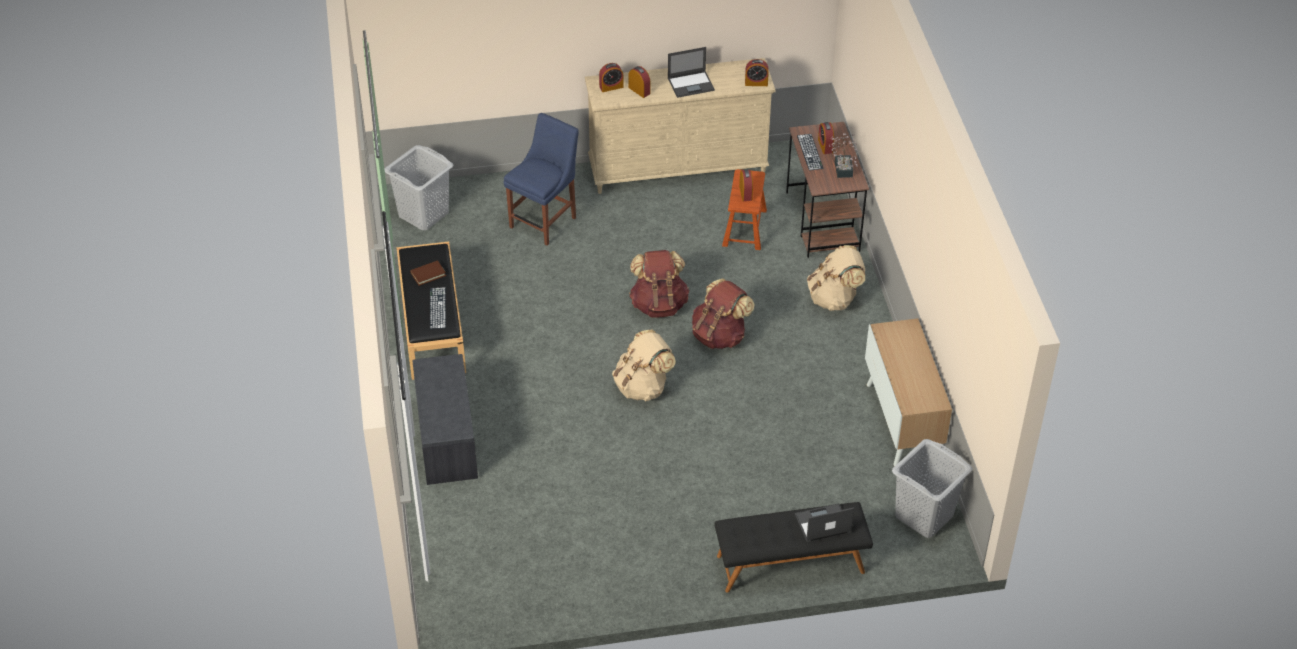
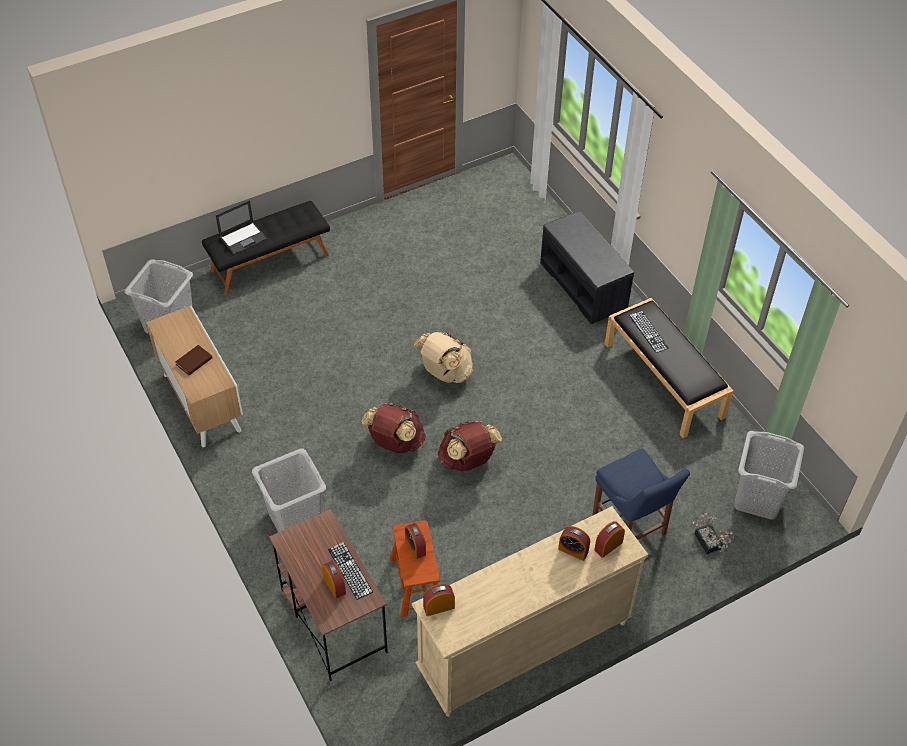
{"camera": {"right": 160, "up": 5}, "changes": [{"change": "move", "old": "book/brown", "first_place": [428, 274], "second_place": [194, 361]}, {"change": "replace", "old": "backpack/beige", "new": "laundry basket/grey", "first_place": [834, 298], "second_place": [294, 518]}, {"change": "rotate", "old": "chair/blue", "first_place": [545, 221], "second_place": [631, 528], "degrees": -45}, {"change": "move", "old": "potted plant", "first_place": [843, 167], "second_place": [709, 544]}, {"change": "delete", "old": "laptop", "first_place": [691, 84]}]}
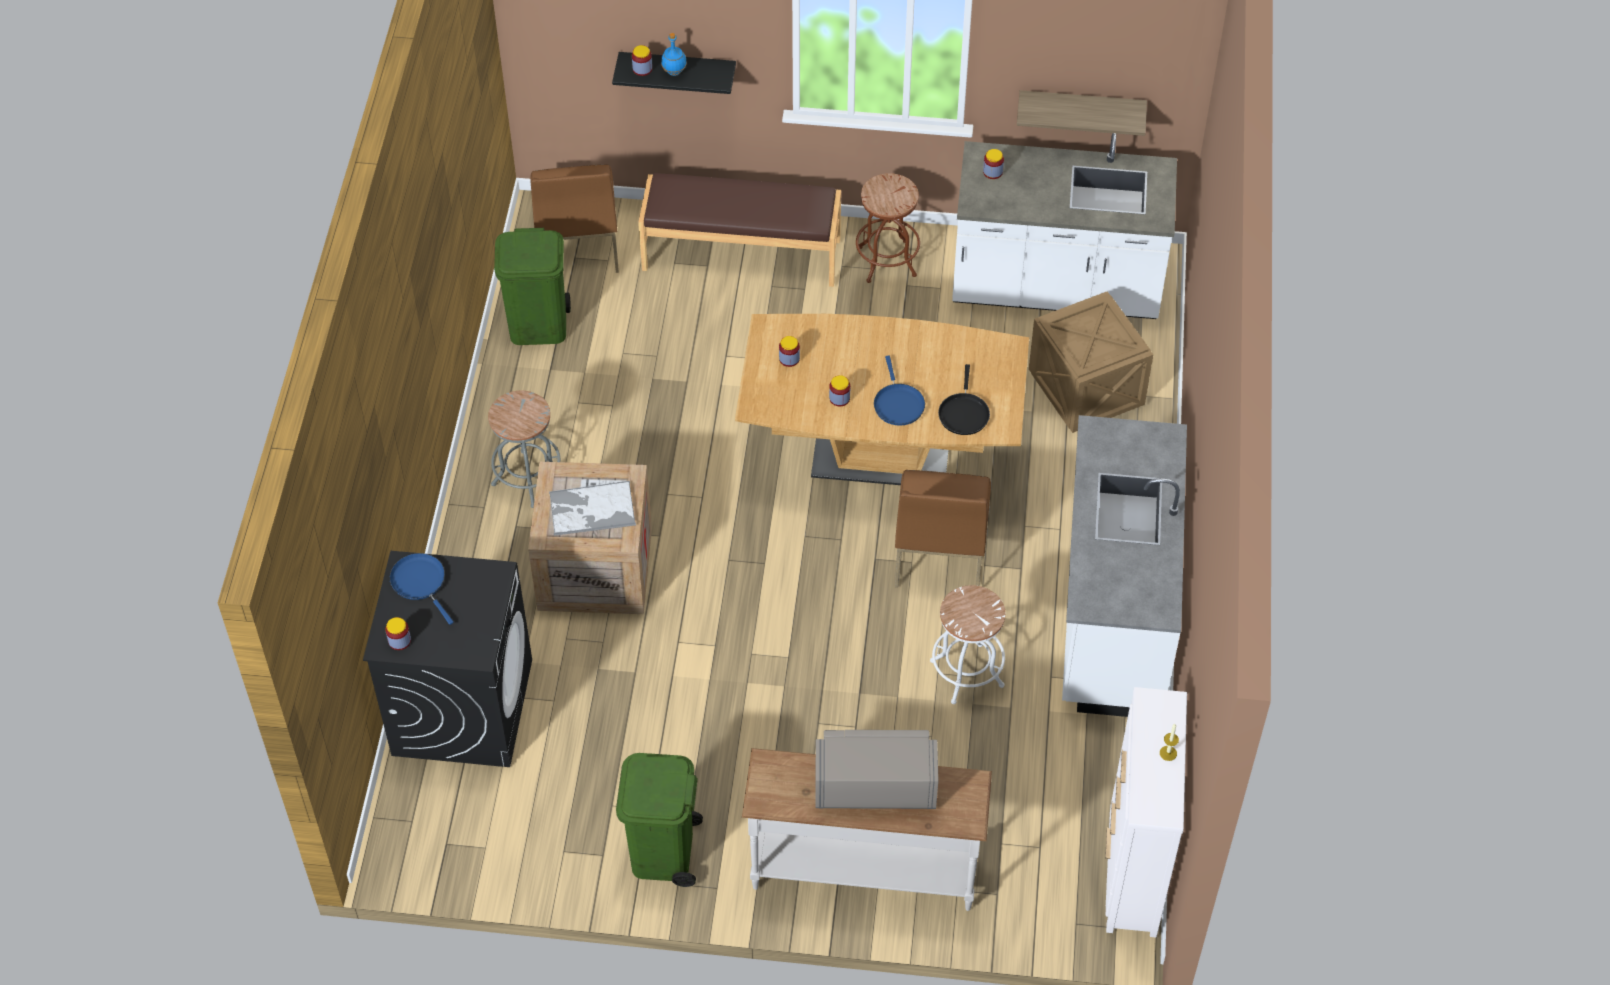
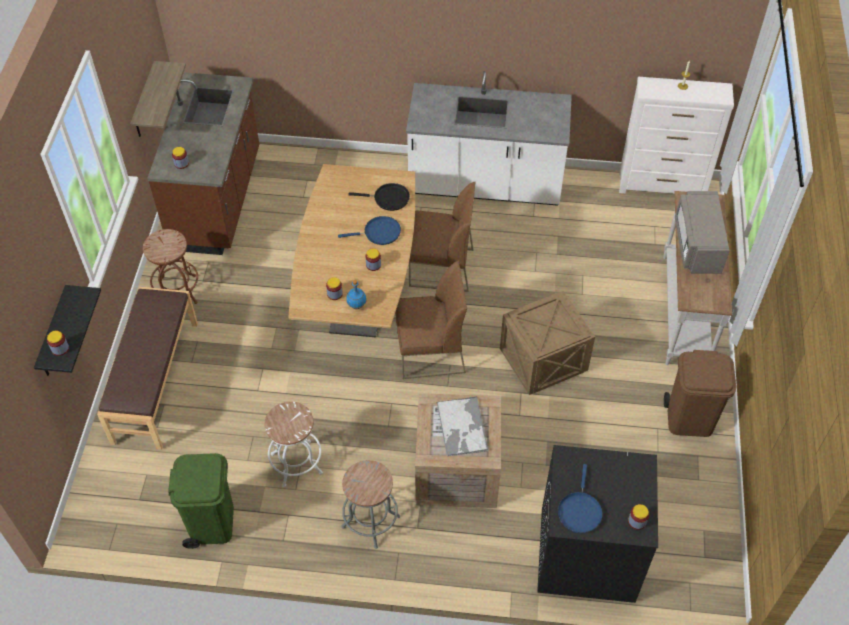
{"camera": {"right": -90, "up": 0}, "changes": [{"change": "recolor", "old": "counter/white", "new": "counter/brown", "first_place": [1055, 289], "second_place": [218, 200]}, {"change": "move", "old": "stool/white", "first_place": [967, 673], "second_place": [296, 463]}, {"change": "move", "old": "bottle/blue", "first_place": [674, 71], "second_place": [356, 305]}, {"change": "move", "old": "chair/brown", "first_place": [577, 244], "second_place": [429, 352]}, {"change": "move", "old": "crate", "first_place": [1087, 389], "second_place": [544, 360]}, {"change": "rotate", "old": "frying pan/blue", "first_place": [420, 582], "second_place": [579, 510], "degrees": -45}, {"change": "recolor", "old": "trash can/green", "new": "trash can/brown", "first_place": [663, 853], "second_place": [690, 419]}]}
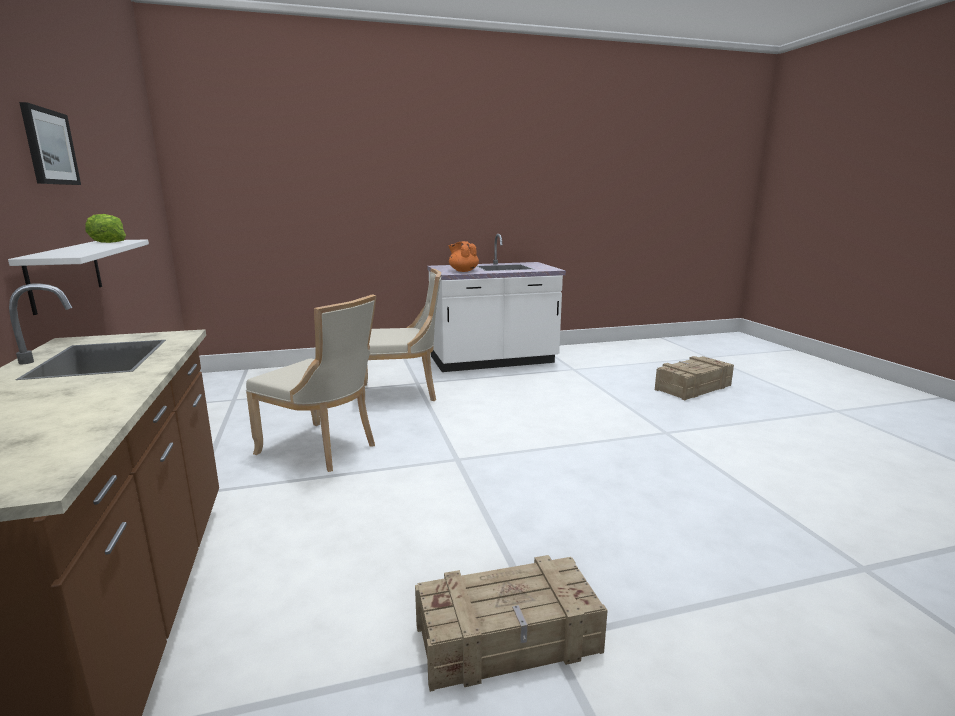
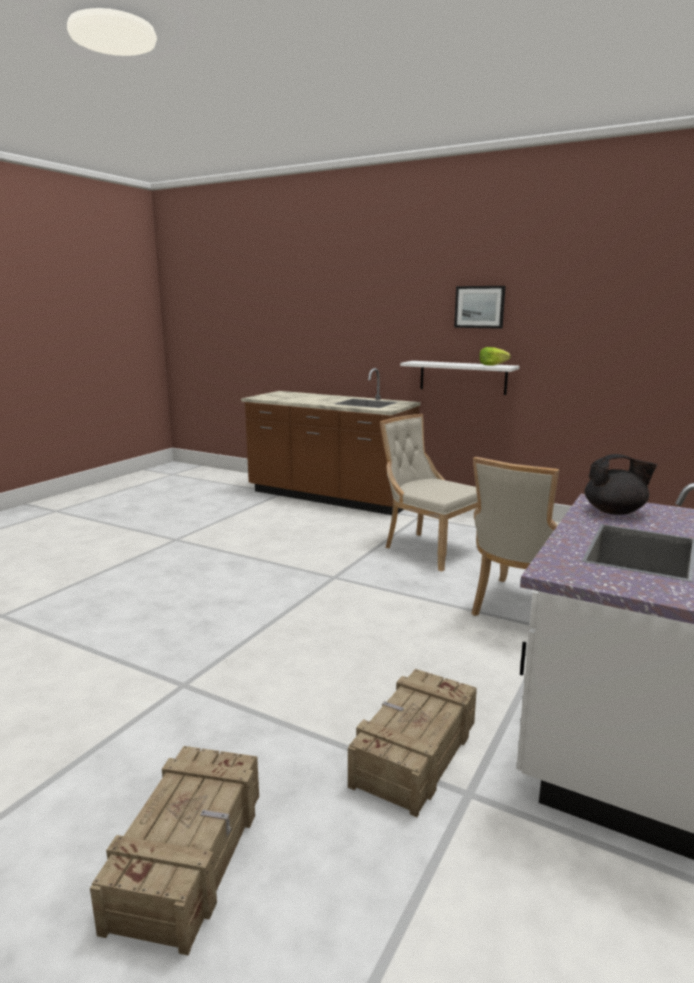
{"camera": {"right": 135, "up": 0}, "changes": [{"change": "move", "old": "crate", "first_place": [509, 639], "second_place": [414, 753]}, {"change": "rotate", "old": "chair/beige", "first_place": [322, 449], "second_place": [428, 549], "degrees": 60}, {"change": "recolor", "old": "teapot/orange", "new": "teapot/black", "first_place": [463, 271], "second_place": [615, 512]}]}
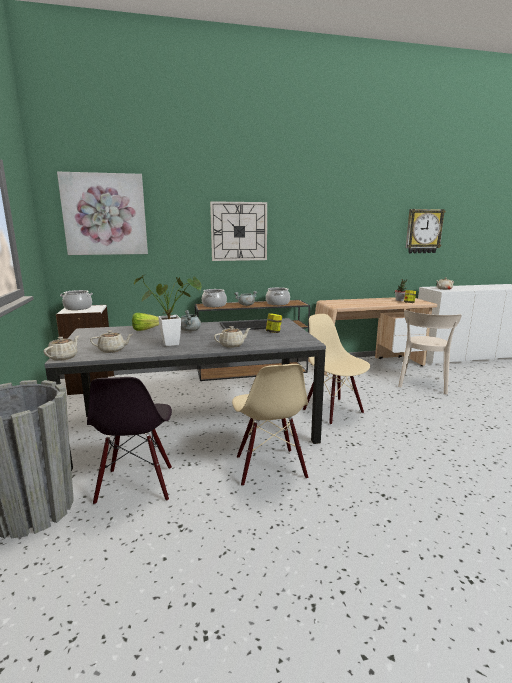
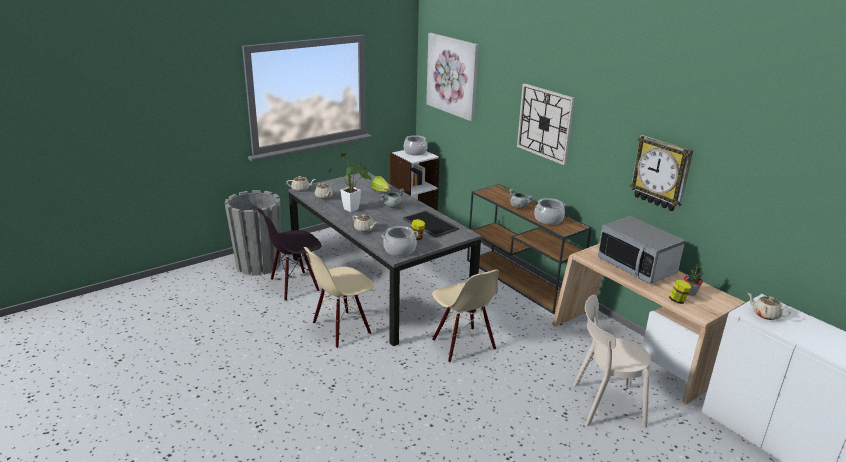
{"camera": {"right": 65, "up": 10}, "changes": [{"change": "move", "old": "cooking pot", "first_place": [214, 305], "second_place": [399, 250]}, {"change": "rotate", "old": "chair/beige", "first_place": [333, 411], "second_place": [463, 345], "degrees": 120}, {"change": "insert", "new": "microwave", "second_place": [636, 266]}, {"change": "move", "old": "wall clock", "first_place": [423, 231], "second_place": [661, 173]}]}
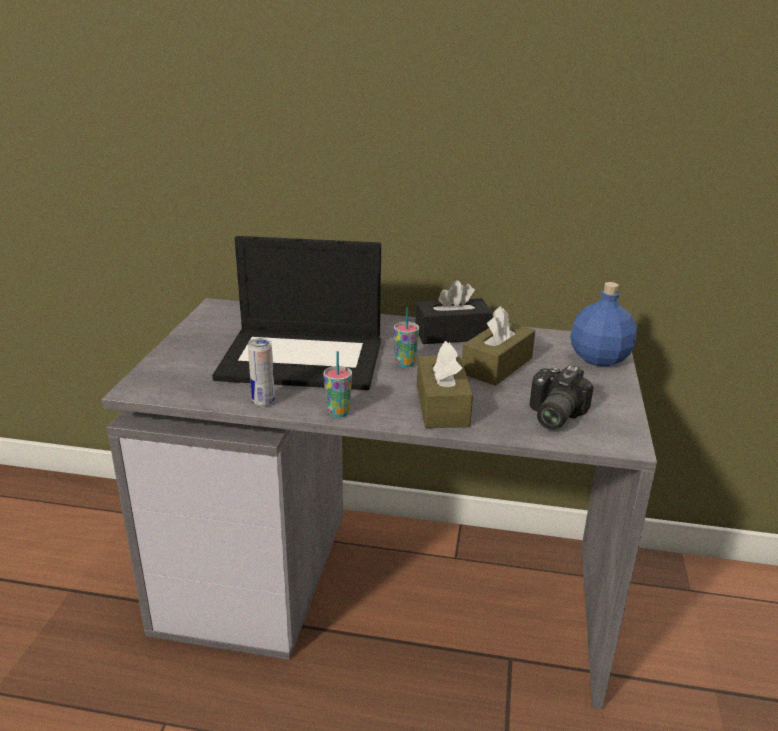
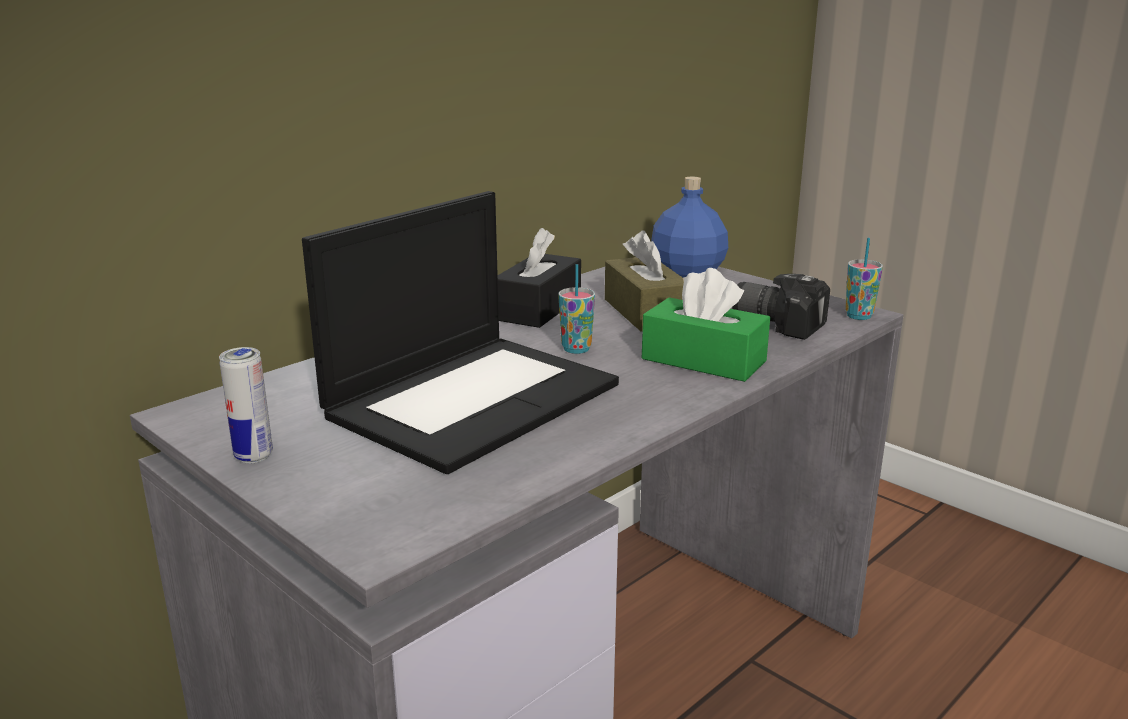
{"camera": {"right": -55, "up": -5}, "changes": [{"change": "move", "old": "can", "first_place": [263, 402], "second_place": [253, 456]}, {"change": "recolor", "old": "tissue box/brown", "new": "tissue box/green", "first_place": [442, 406], "second_place": [703, 360]}, {"change": "rotate", "old": "photo camera", "first_place": [551, 415], "second_place": [779, 322], "degrees": 150}, {"change": "move", "old": "cup", "first_place": [338, 412], "second_place": [858, 316]}]}
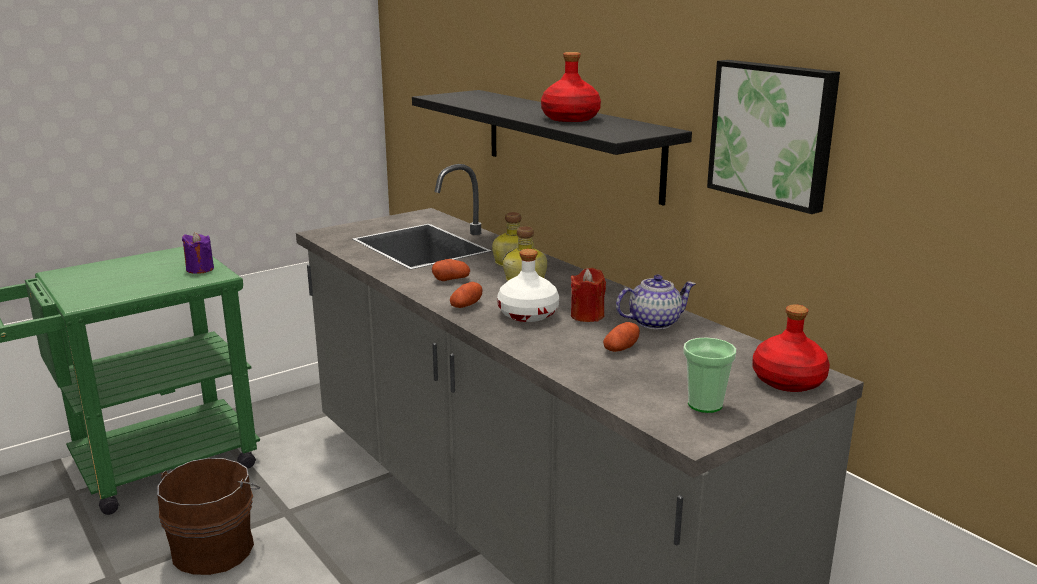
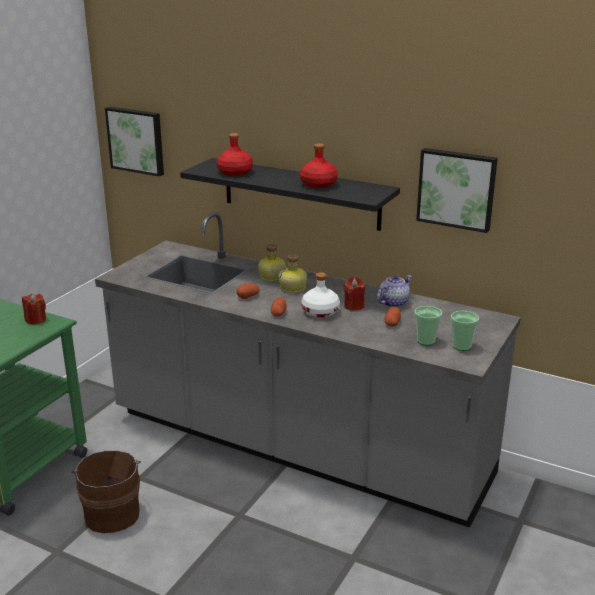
{"camera": {"right": -25, "up": 5}, "changes": [{"change": "recolor", "old": "candle/purple", "new": "candle/red", "first_place": [200, 269], "second_place": [35, 320]}, {"change": "insert", "new": "picture", "second_place": [136, 140]}, {"change": "move", "old": "bottle/red", "first_place": [789, 381], "second_place": [235, 172]}, {"change": "insert", "new": "cup", "second_place": [426, 341]}]}
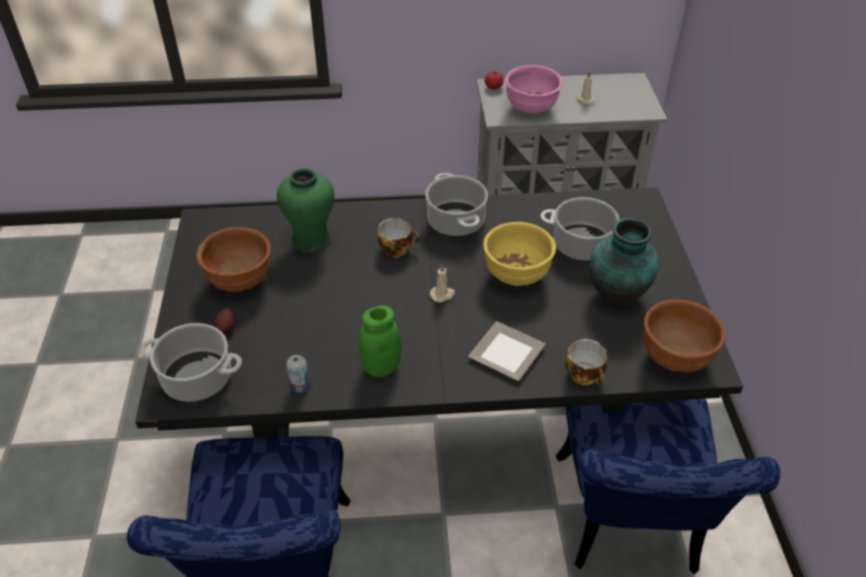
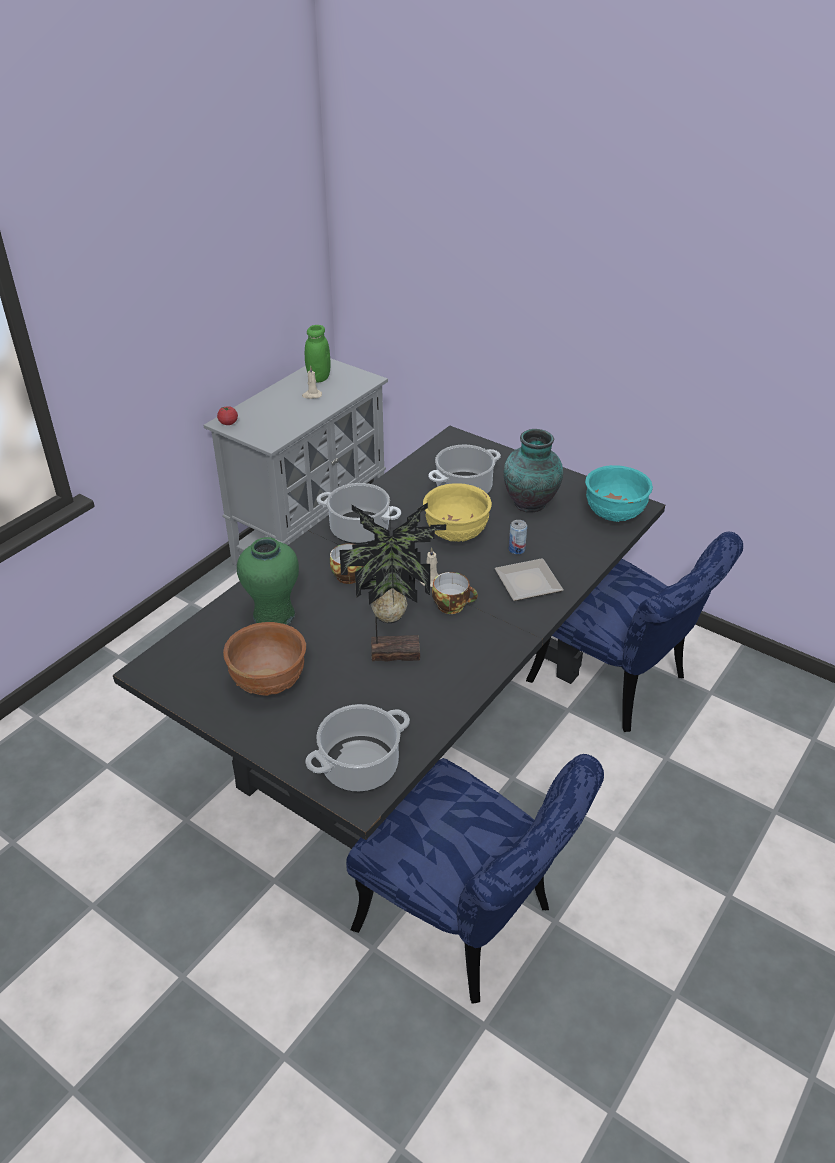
{"camera": {"right": -50, "up": -5}, "changes": [{"change": "move", "old": "jar/green", "first_place": [381, 367], "second_place": [318, 378]}, {"change": "insert", "new": "potted plant", "second_place": [394, 650]}, {"change": "move", "old": "cup", "first_place": [585, 375], "second_place": [452, 605]}, {"change": "move", "old": "can", "first_place": [300, 385], "second_place": [516, 549]}, {"change": "recolor", "old": "bowl/brown", "new": "bowl/turquoise", "first_place": [675, 357], "second_place": [614, 514]}, {"change": "delete", "old": "potato", "first_place": [226, 328]}, {"change": "delete", "old": "bowl/pink", "first_place": [531, 109]}]}
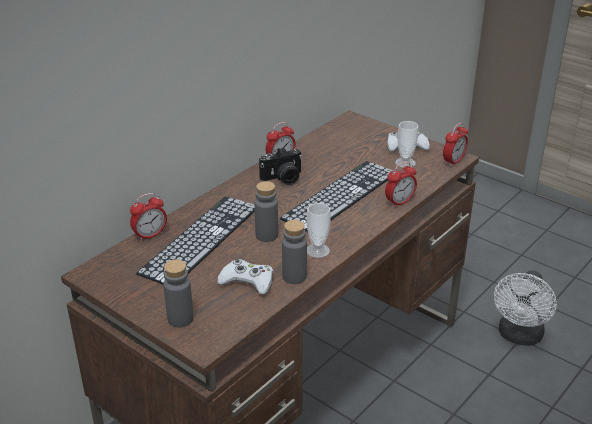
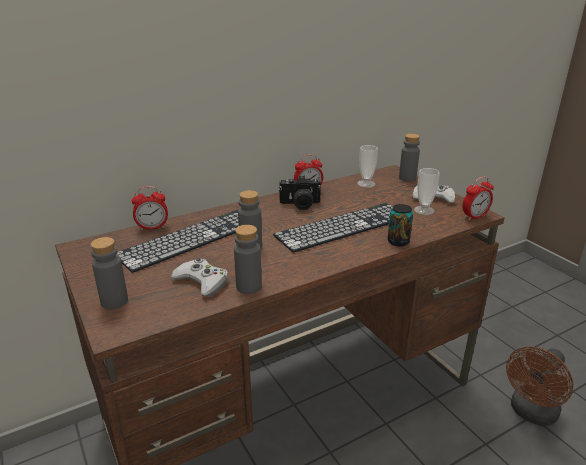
{"camera": {"right": 20, "up": -5}, "changes": [{"change": "move", "old": "cup", "first_place": [317, 250], "second_place": [366, 184]}, {"change": "replace", "old": "alarm clock", "new": "can", "first_place": [399, 202], "second_place": [398, 241]}, {"change": "insert", "new": "bottle/grey", "second_place": [407, 178]}, {"change": "recolor", "old": "fan/white", "new": "fan/brown", "first_place": [519, 336], "second_place": [531, 413]}]}
